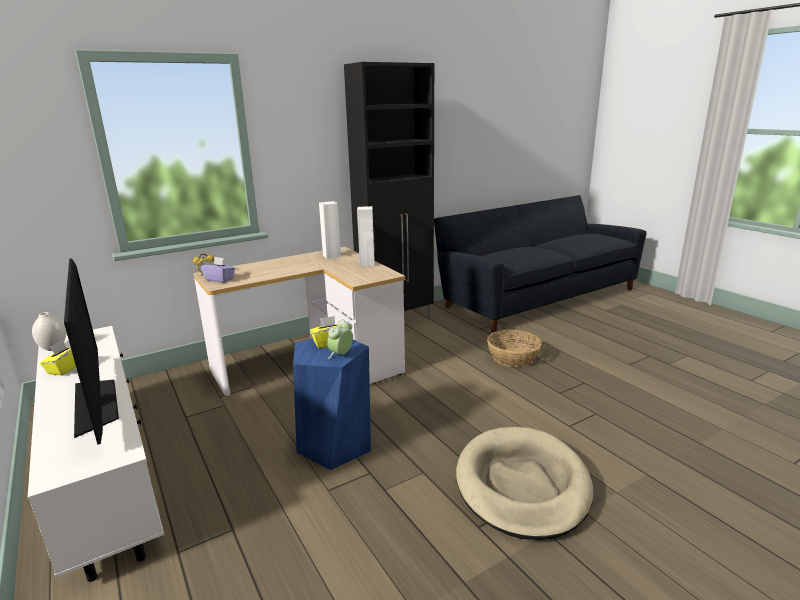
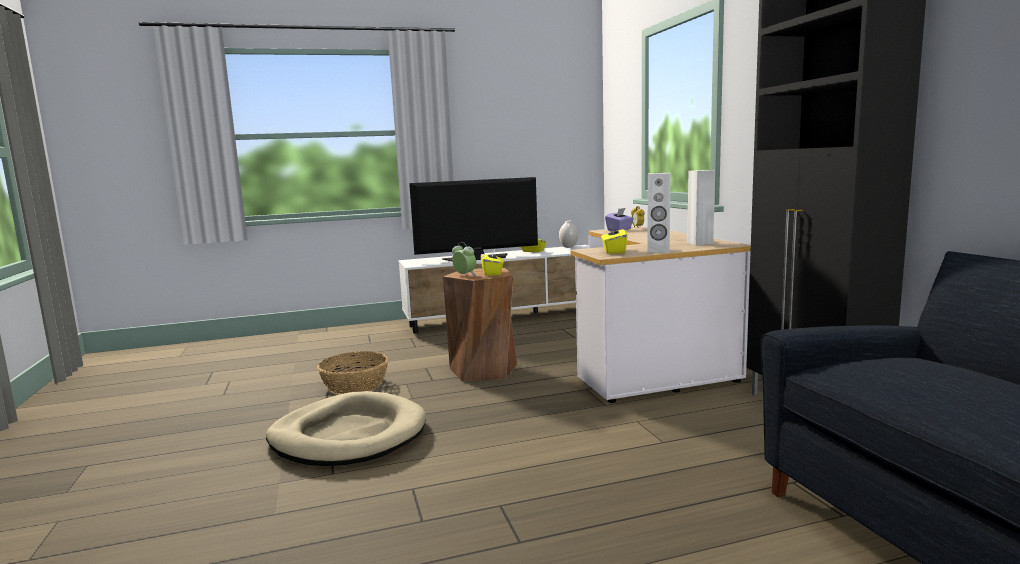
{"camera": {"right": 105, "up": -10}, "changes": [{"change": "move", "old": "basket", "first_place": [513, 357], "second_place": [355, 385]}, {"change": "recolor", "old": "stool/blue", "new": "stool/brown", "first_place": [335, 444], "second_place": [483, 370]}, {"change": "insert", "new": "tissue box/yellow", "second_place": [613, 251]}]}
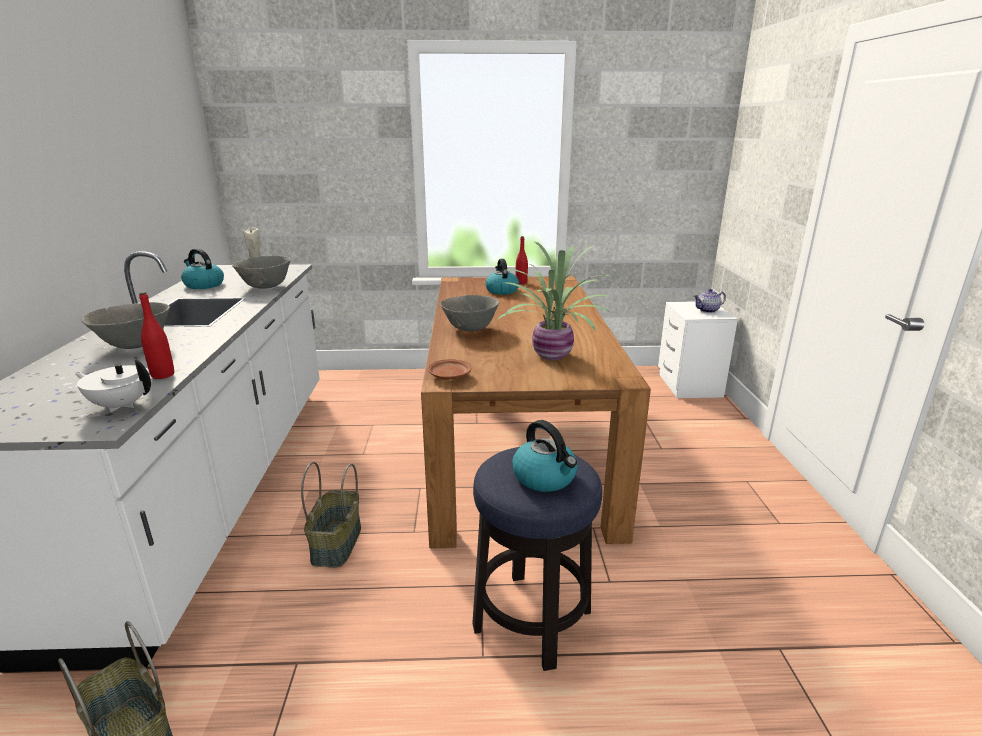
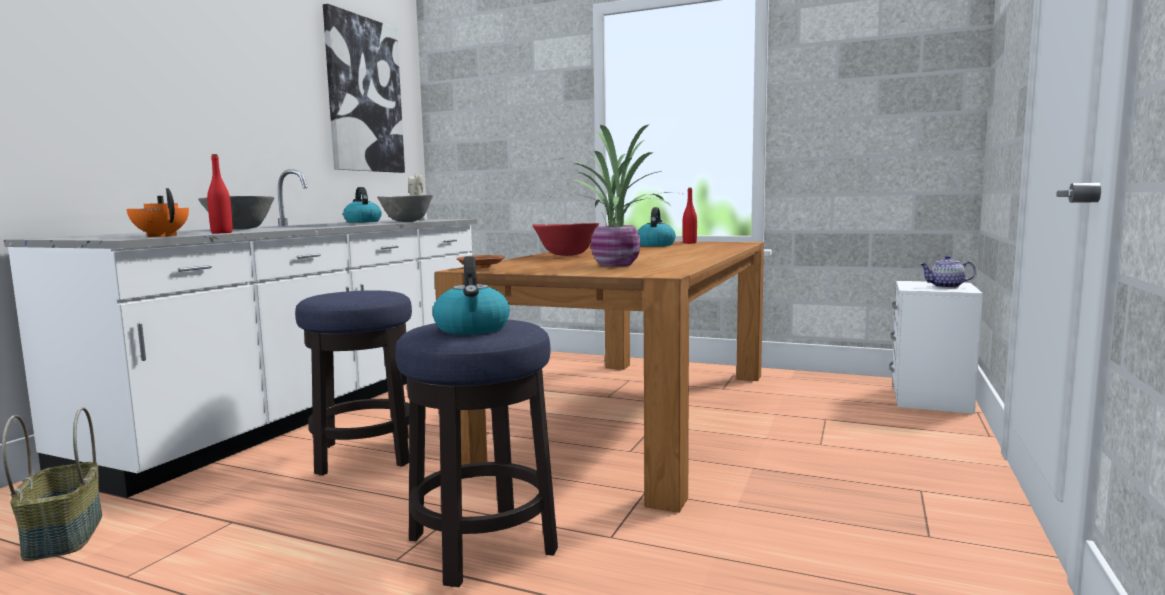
{"camera": {"right": 25, "up": -15}, "changes": [{"change": "recolor", "old": "teapot/white", "new": "teapot/orange", "first_place": [121, 405], "second_place": [161, 236]}, {"change": "replace", "old": "basket", "new": "stool", "first_place": [337, 544], "second_place": [364, 456]}, {"change": "insert", "new": "picture", "second_place": [364, 95]}, {"change": "recolor", "old": "bowl/grey", "new": "bowl/red", "first_place": [470, 329], "second_place": [566, 255]}]}
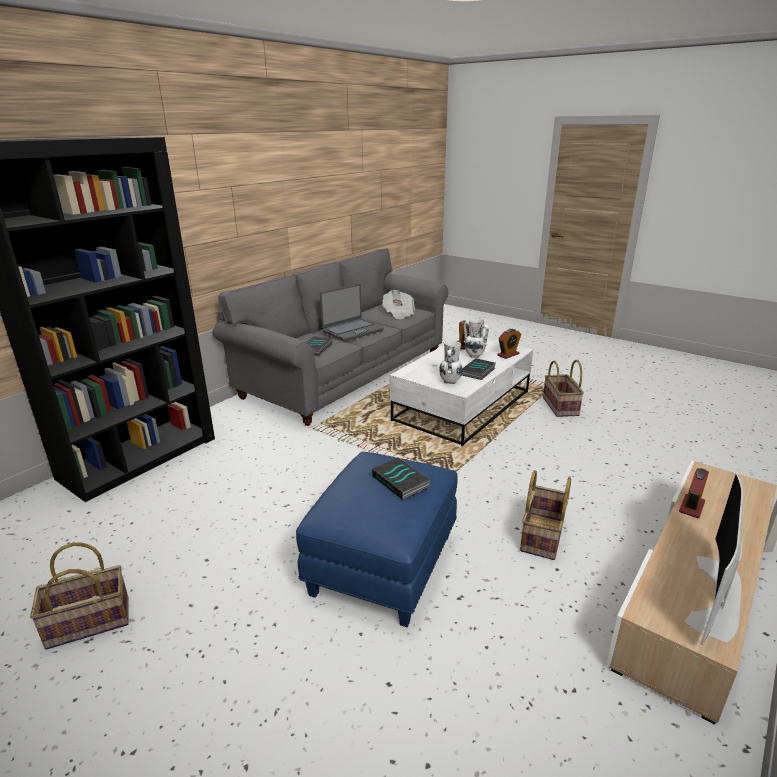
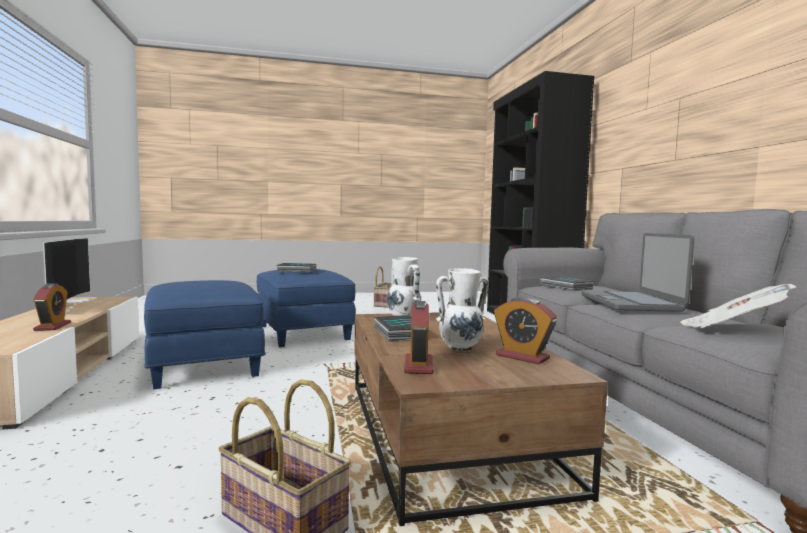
{"camera": {"right": 130, "up": -20}, "changes": [{"change": "replace", "old": "basket", "new": "ottoman/blue", "first_place": [543, 536], "second_place": [203, 364]}, {"change": "recolor", "old": "coffee table/white", "new": "coffee table/brown", "first_place": [462, 405], "second_place": [448, 433]}]}
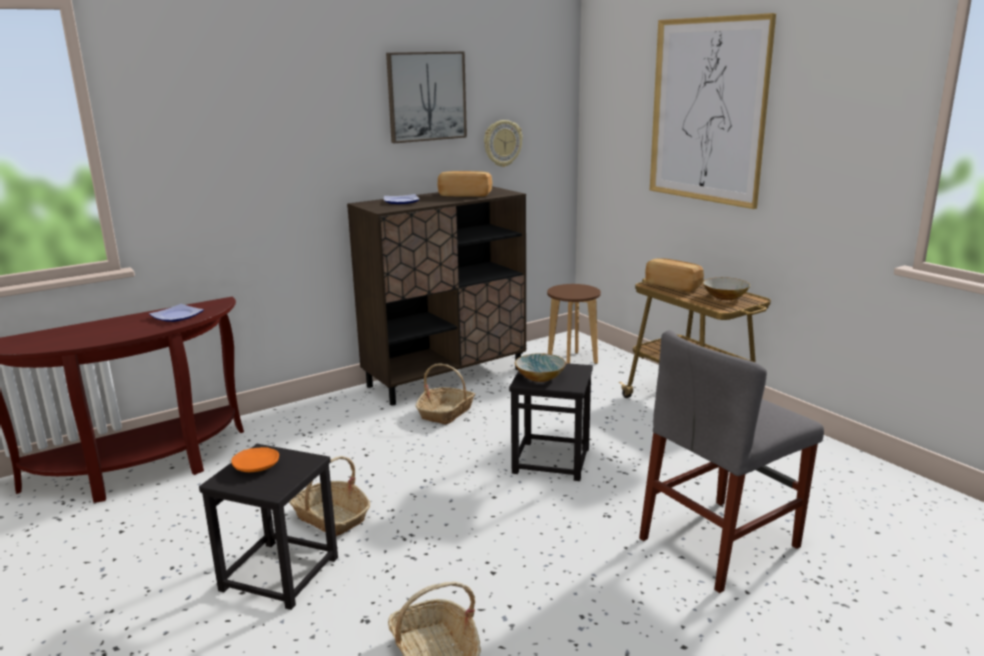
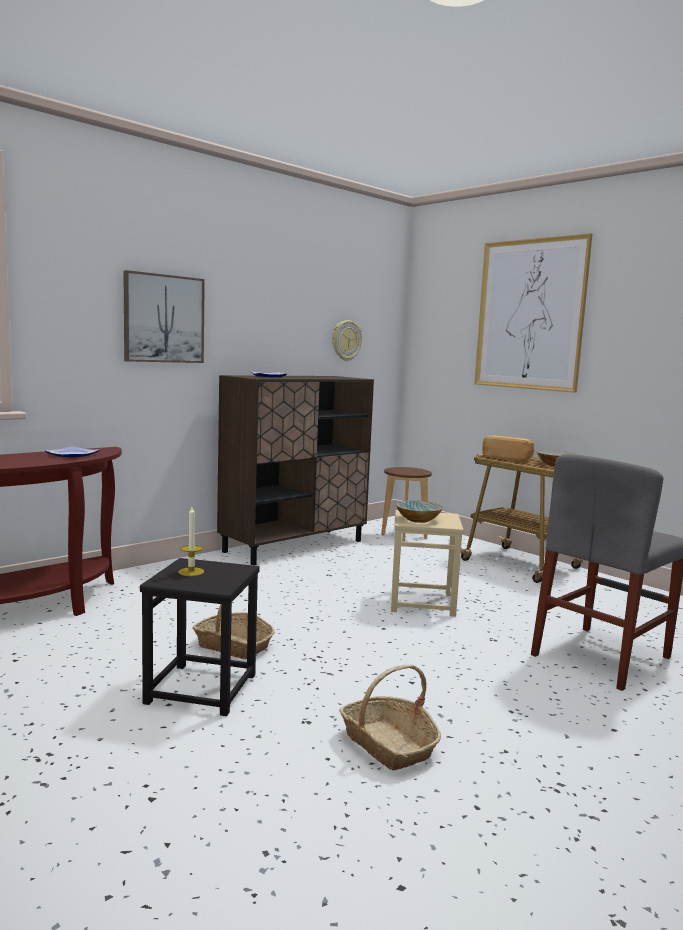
{"camera": {"right": -10, "up": -10}, "changes": [{"change": "move", "old": "picture", "first_place": [426, 96], "second_place": [163, 319]}, {"change": "replace", "old": "plate/orange", "new": "candle", "first_place": [257, 466], "second_place": [191, 572]}, {"change": "recolor", "old": "stool/black", "new": "stool/beige", "first_place": [551, 460], "second_place": [422, 602]}, {"change": "delete", "old": "basket", "first_place": [446, 412]}, {"change": "delete", "old": "bread", "first_place": [465, 194]}]}
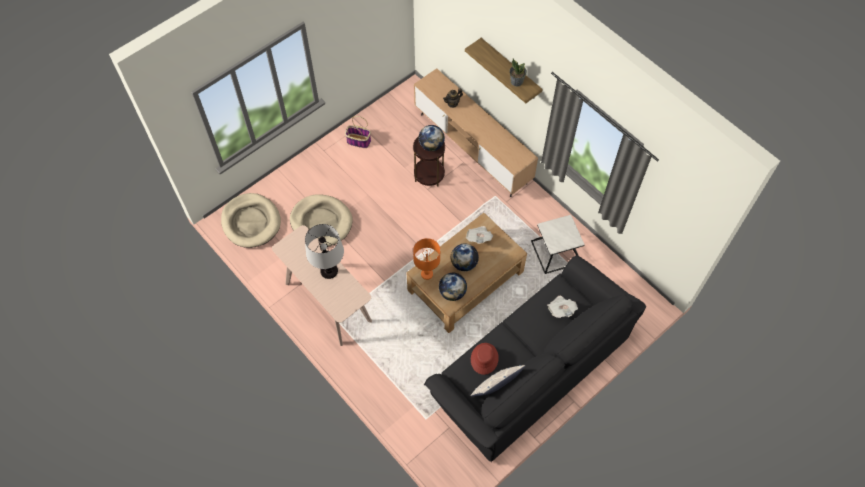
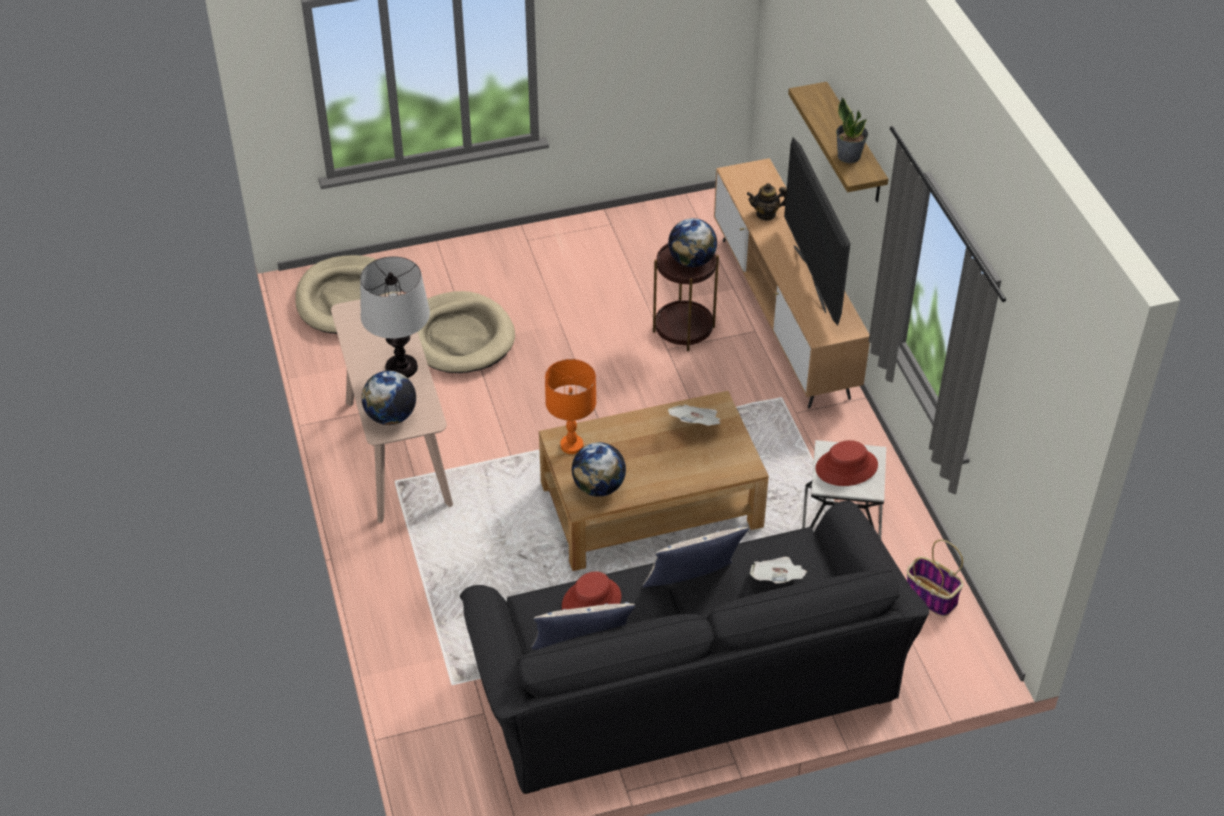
{"camera": {"right": 25, "up": -15}, "changes": [{"change": "move", "old": "globe", "first_place": [464, 263], "second_place": [391, 416]}, {"change": "insert", "new": "pillow", "second_place": [693, 586]}, {"change": "insert", "new": "television", "second_place": [811, 278]}, {"change": "insert", "new": "hat/red", "second_place": [846, 467]}, {"change": "move", "old": "basket", "first_place": [358, 141], "second_place": [929, 596]}]}
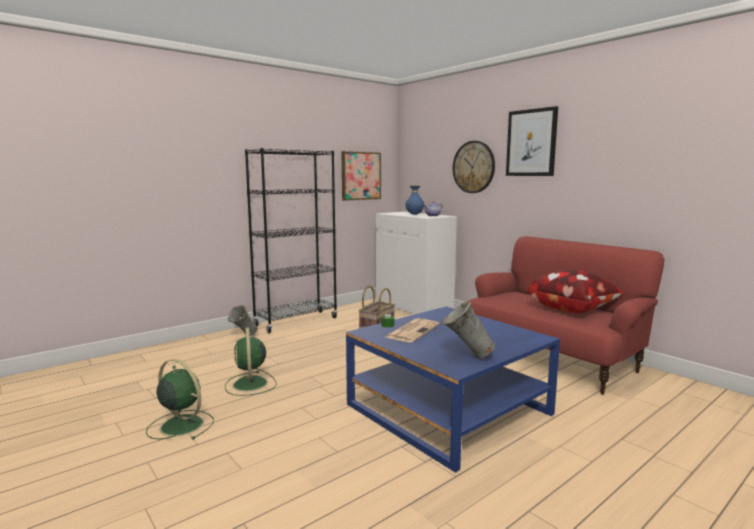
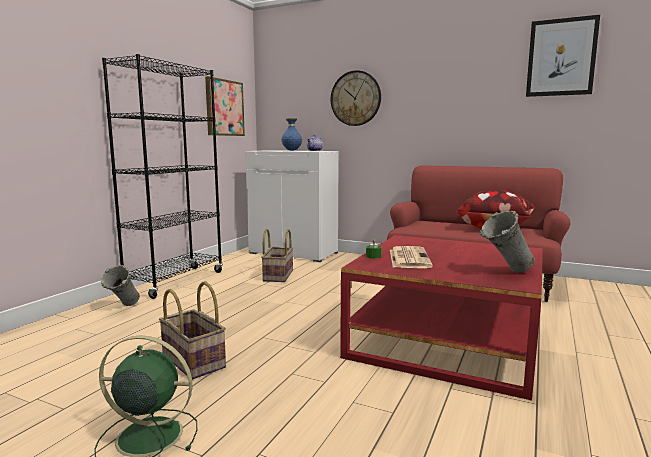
{"camera": {"right": -25, "up": 0}, "changes": [{"change": "replace", "old": "fan/green", "new": "basket", "first_place": [250, 384], "second_place": [194, 361]}, {"change": "recolor", "old": "coffee table/blue", "new": "coffee table/red", "first_place": [448, 409], "second_place": [446, 340]}, {"change": "move", "old": "picture", "first_place": [531, 143], "second_place": [561, 57]}]}
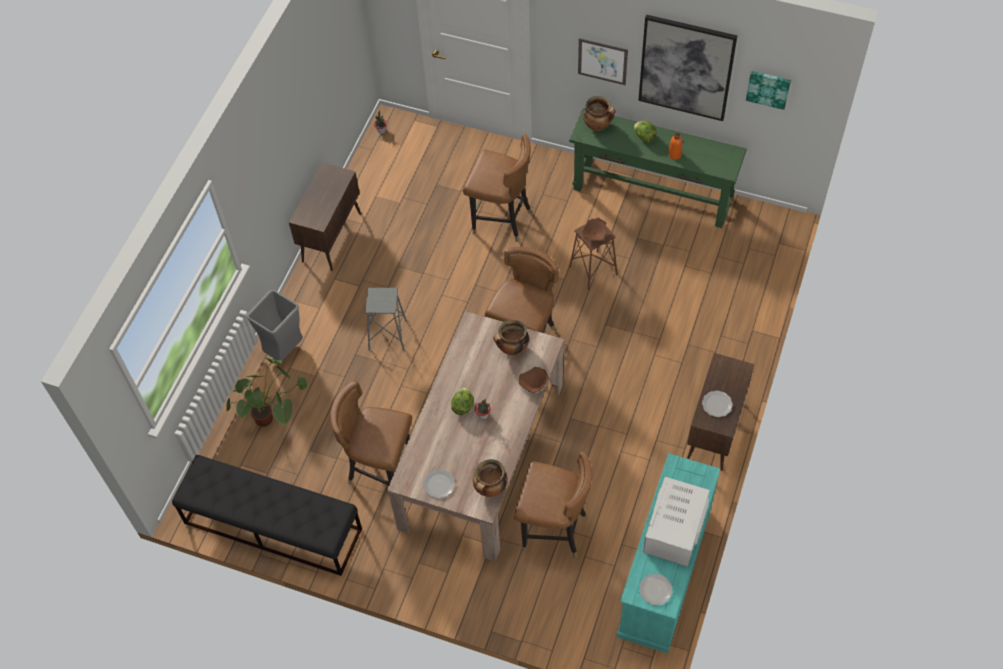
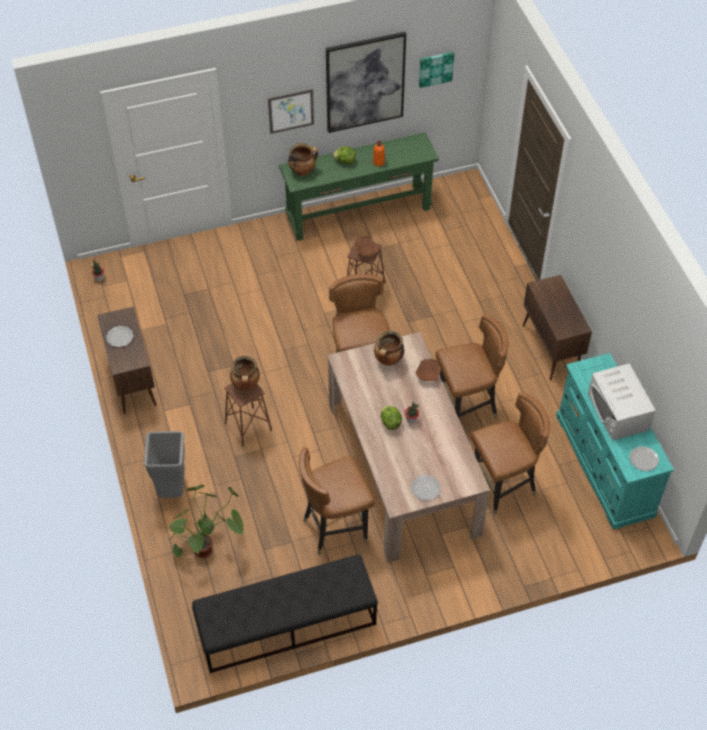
{"camera": {"right": -40, "up": -5}, "changes": [{"change": "move", "old": "plate", "first_place": [717, 405], "second_place": [120, 337]}, {"change": "recolor", "old": "stool/grey", "new": "stool/brown", "first_place": [387, 335], "second_place": [248, 427]}, {"change": "move", "old": "cooking pot", "first_place": [490, 489], "second_place": [246, 385]}, {"change": "move", "old": "chair/brown", "first_place": [501, 221], "second_place": [467, 408]}]}
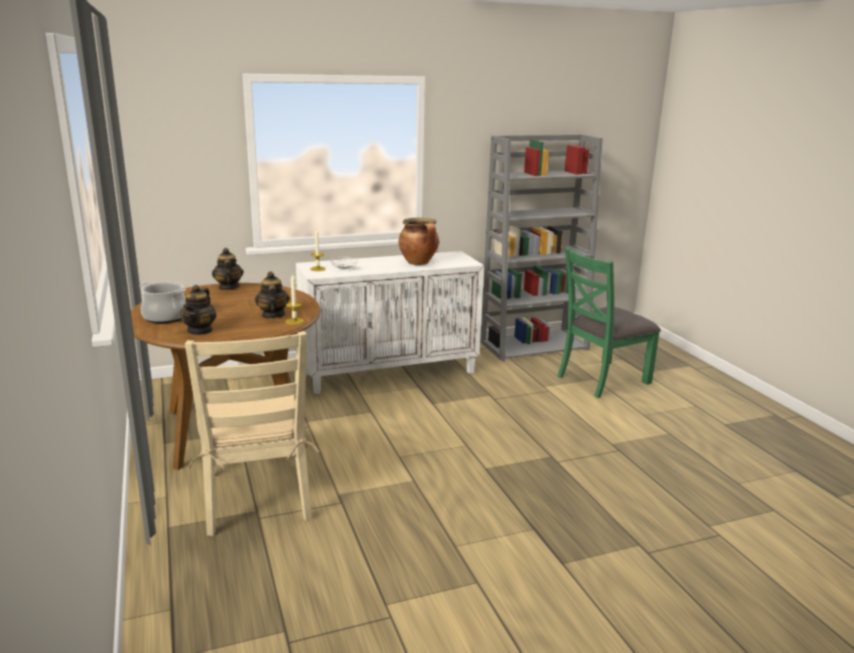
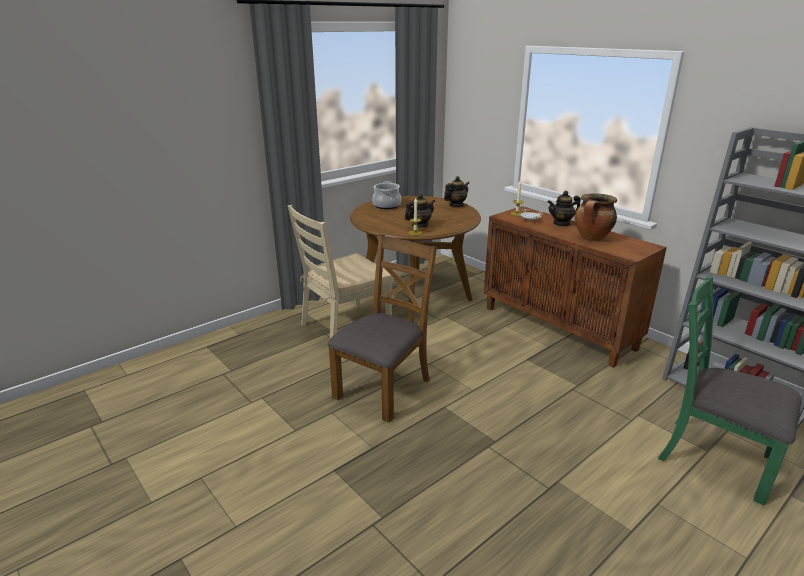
{"camera": {"right": 70, "up": 5}, "changes": [{"change": "insert", "new": "chair/brown", "second_place": [384, 388]}, {"change": "recolor", "old": "cabinet/white", "new": "cabinet/brown", "first_place": [390, 372], "second_place": [559, 328]}, {"change": "move", "old": "teapot", "first_place": [200, 330], "second_place": [562, 223]}]}
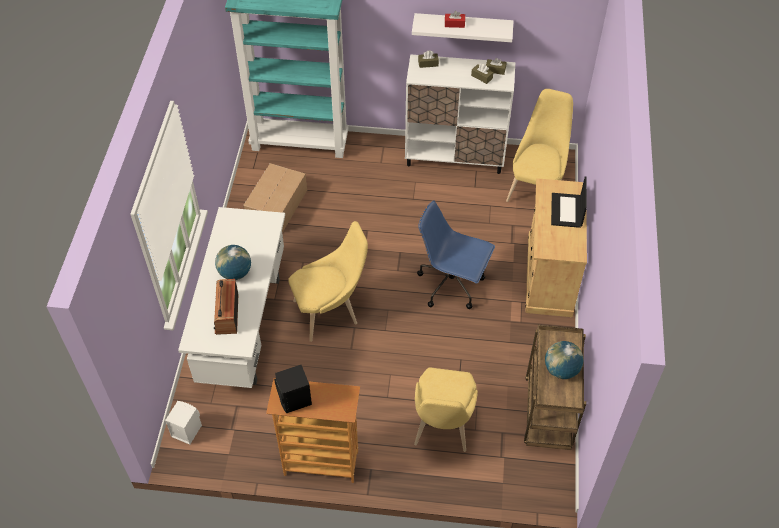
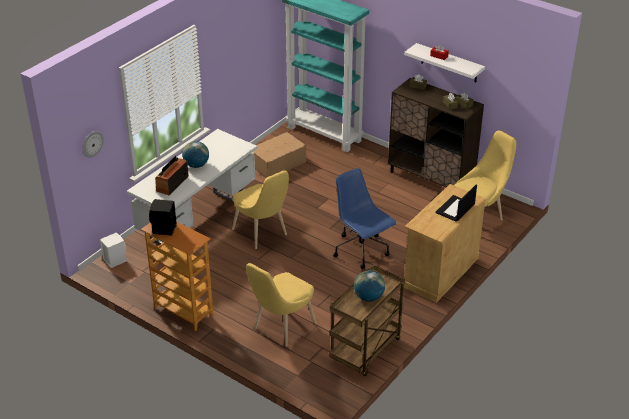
{"camera": {"right": 30, "up": -15}, "changes": [{"change": "insert", "new": "wall clock", "second_place": [92, 143]}, {"change": "rotate", "old": "chair/yellow", "first_place": [330, 312], "second_place": [262, 234], "degrees": 45}, {"change": "recolor", "old": "cabinet/white", "new": "cabinet/brown", "first_place": [455, 157], "second_place": [431, 179]}]}
